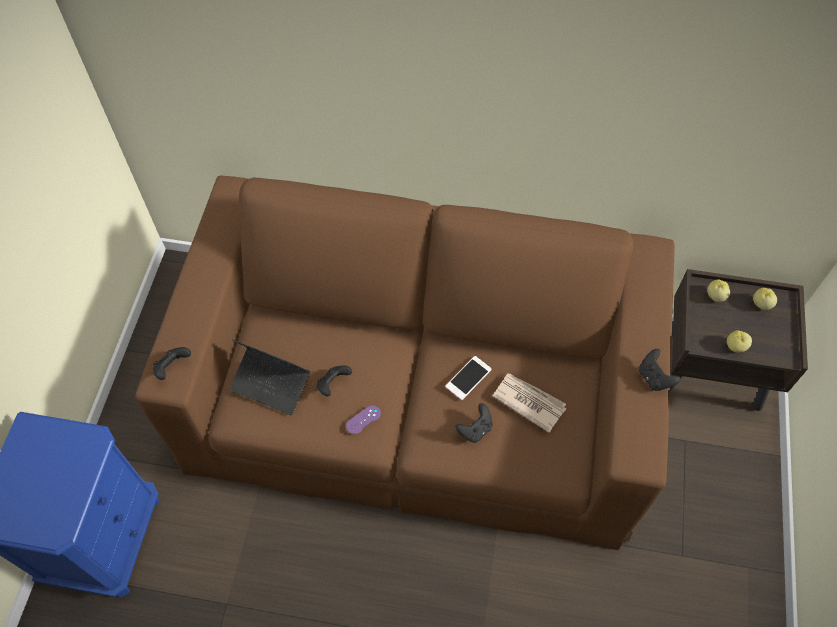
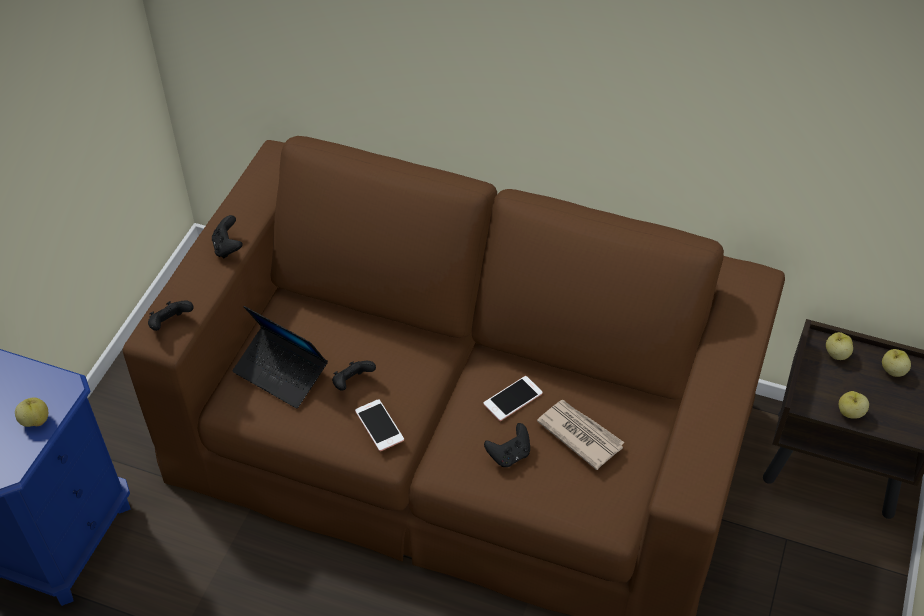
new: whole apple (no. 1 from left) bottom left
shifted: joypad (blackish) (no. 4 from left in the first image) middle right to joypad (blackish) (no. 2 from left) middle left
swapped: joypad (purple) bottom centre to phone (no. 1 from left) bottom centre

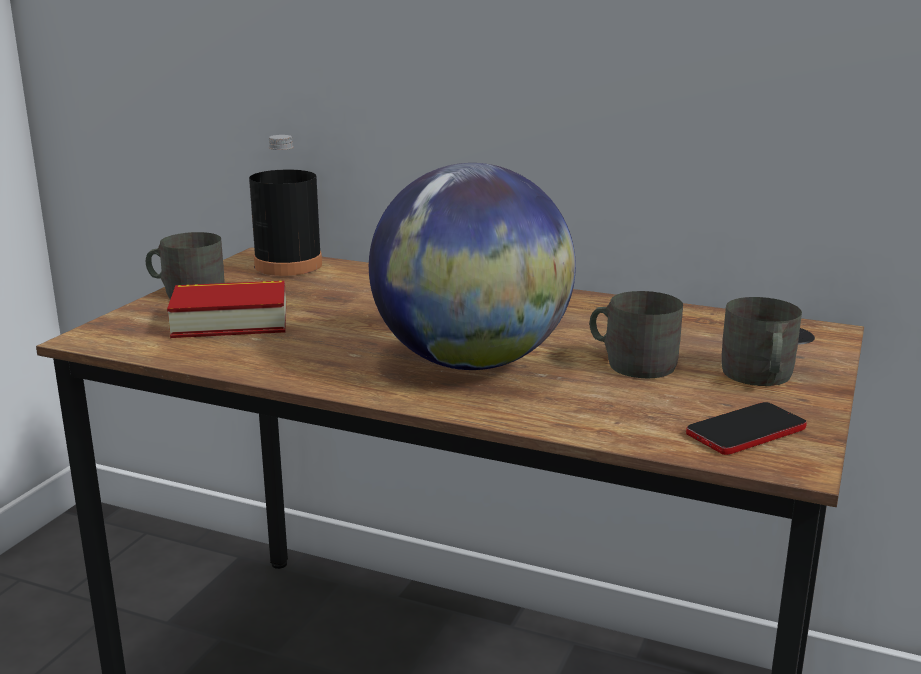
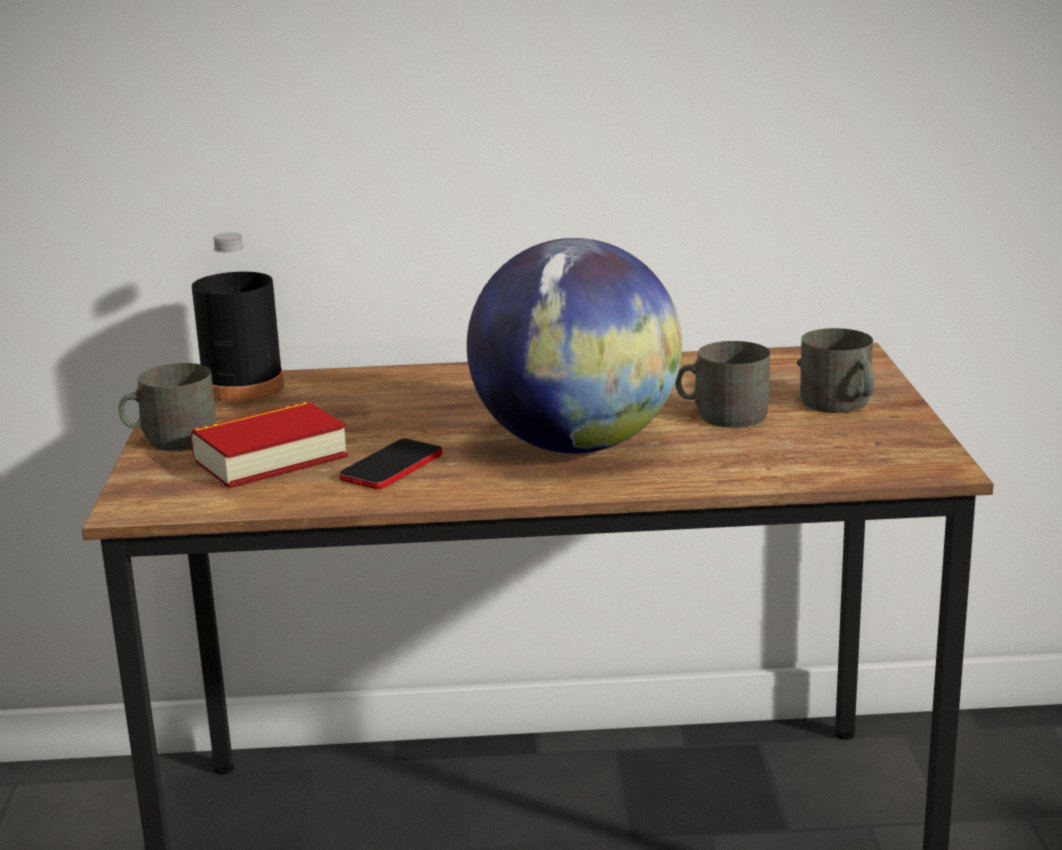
shifted: phone middle right to centre

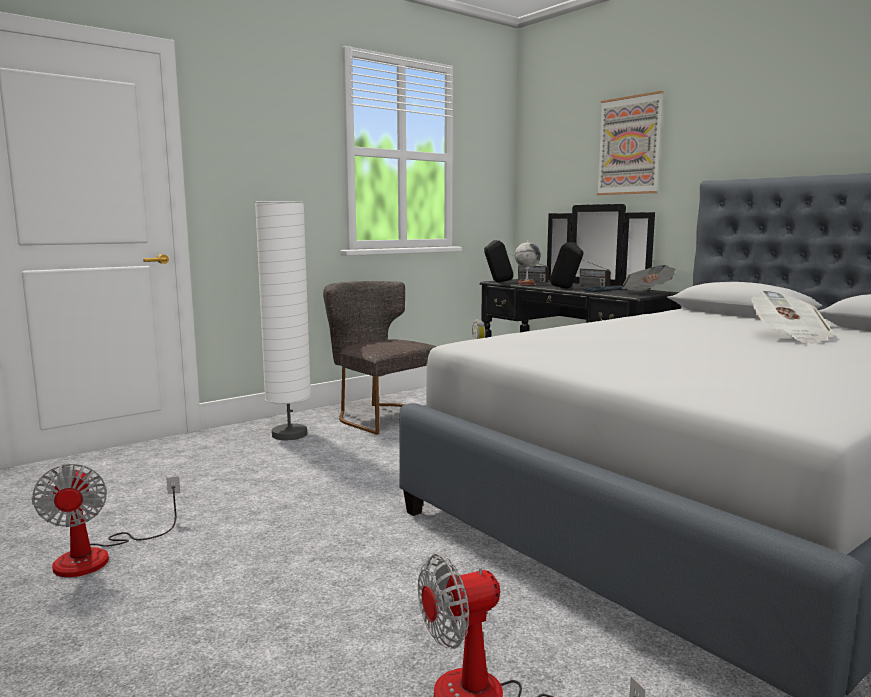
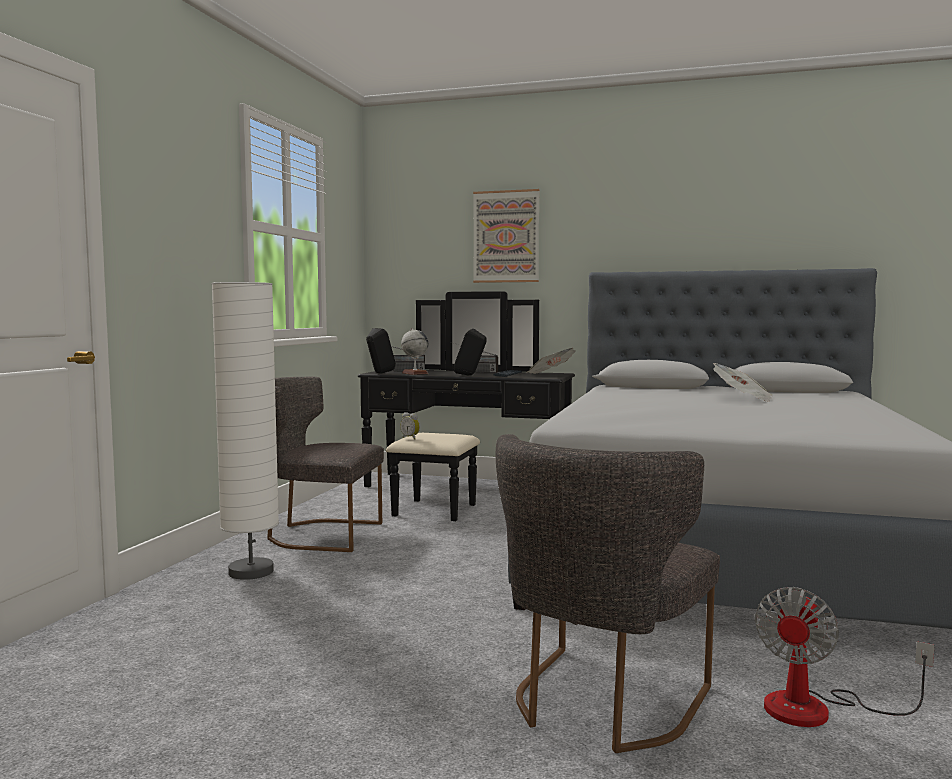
gone: electric fan (no. 1 from left) bottom left
new: plain chair (greyish) (no. 2 from left) bottom centre

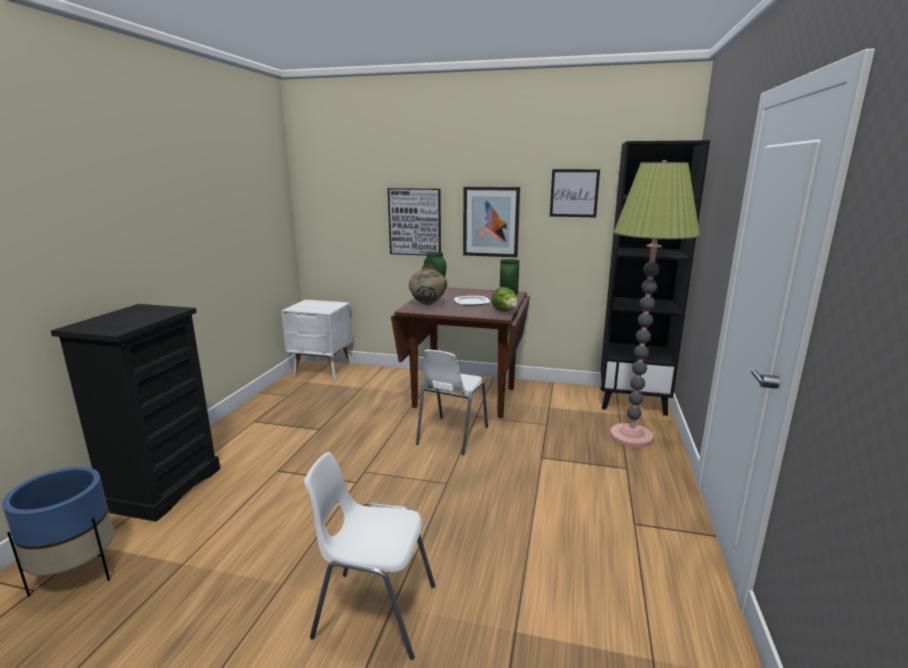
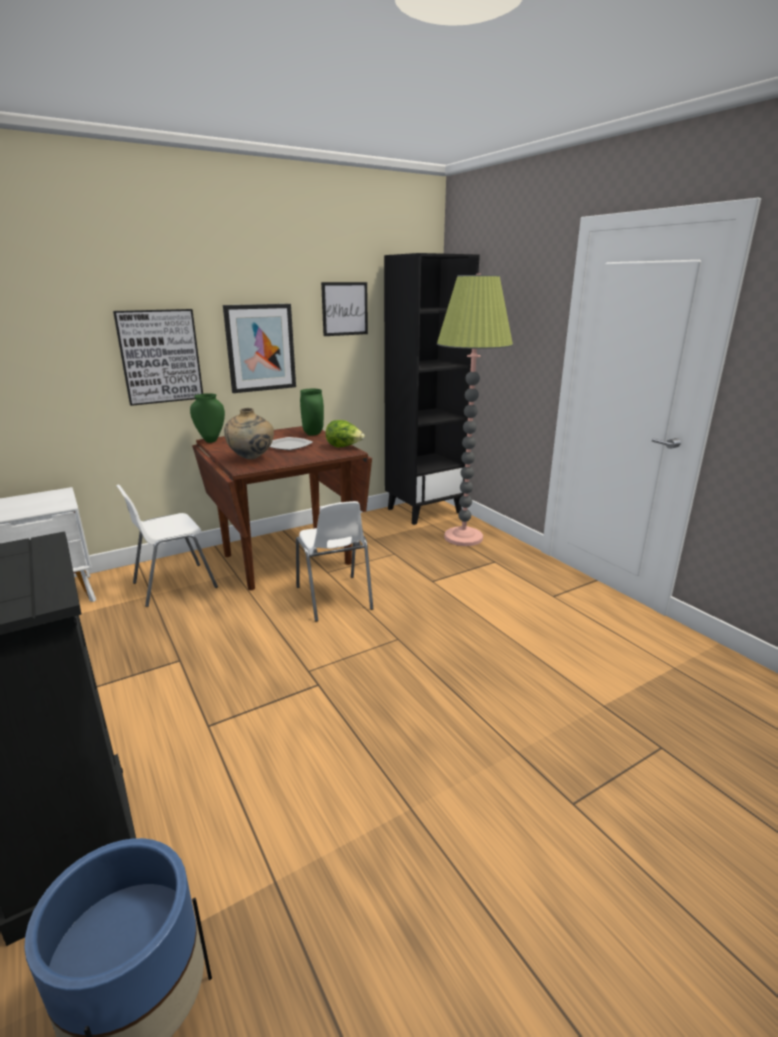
shifted: plain chair (white) (no. 1 from left) bottom centre to middle left

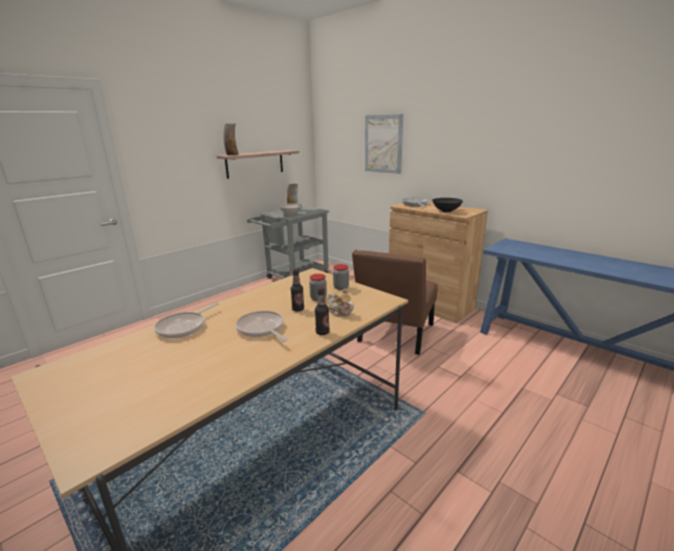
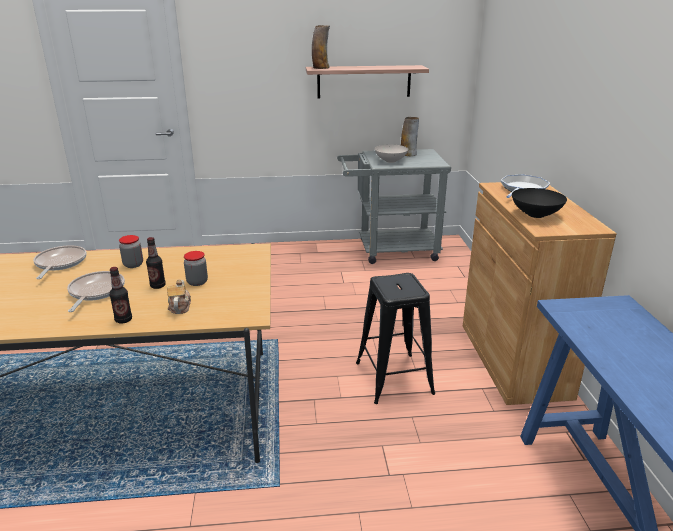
gone: wall picture top centre
shifted: storage jar (no. 2 from left in the first image) centre to storage jar (no. 1 from left) middle left
swapped: plain chair (brown-coloured) centre to stool seat (blackish) centre
rotated: frying pan (no. 1 from left) middle left = middle left 105 degrees clockwise

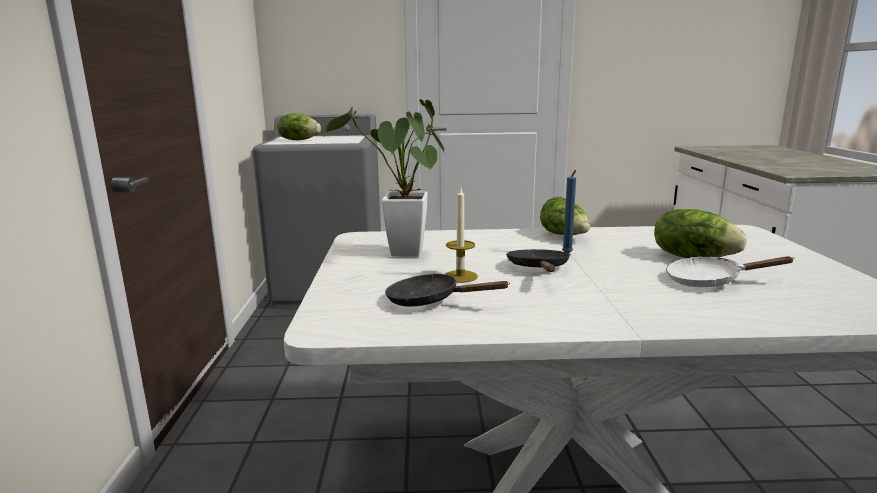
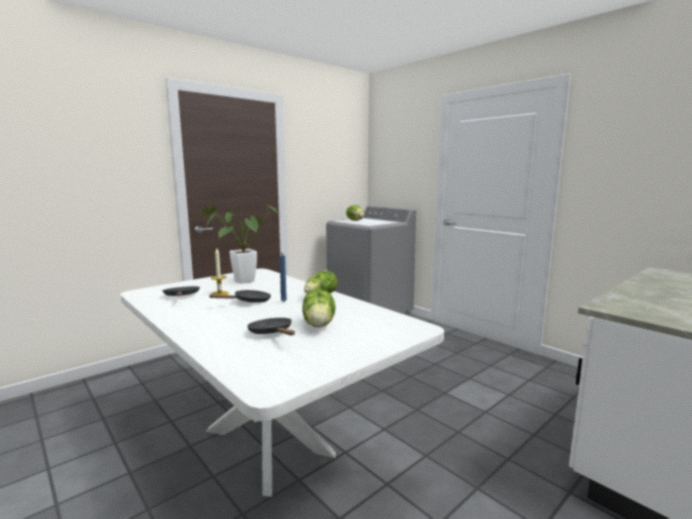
repainted: frying pan (white) middle right to frying pan (blackish) (no. 3 from left) centre

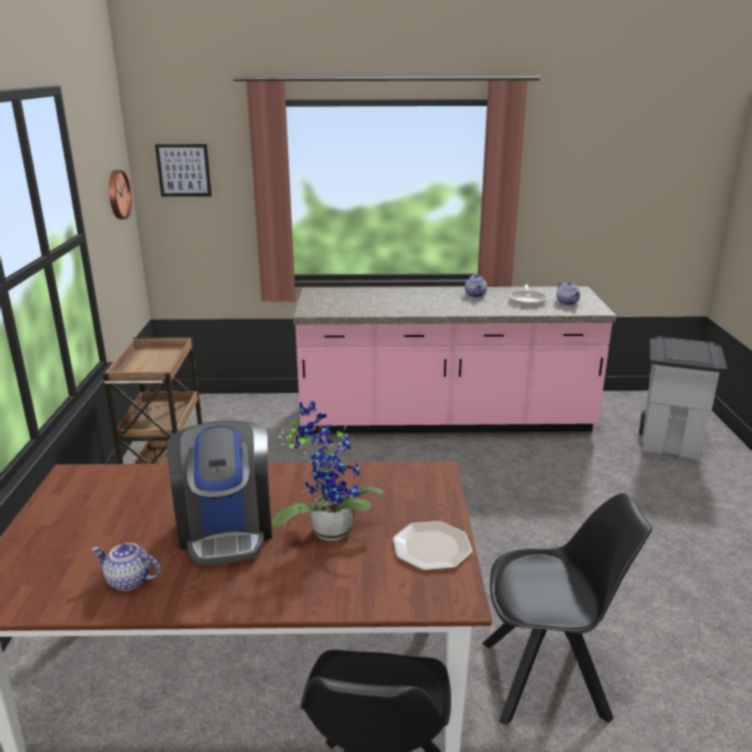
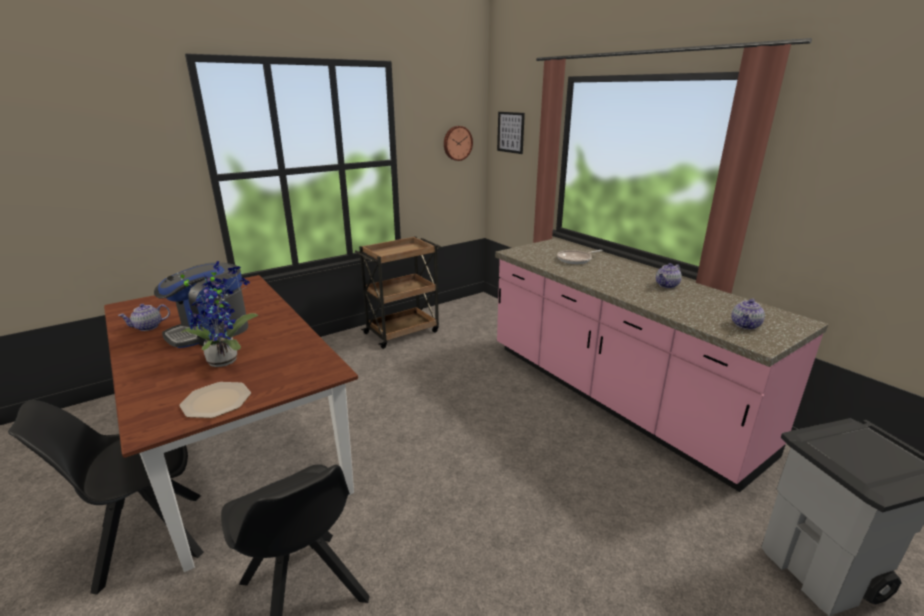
shifted: frying pan middle right to centre
rotated: teapot (no. 1 from left) bottom left = middle left 105 degrees counterclockwise

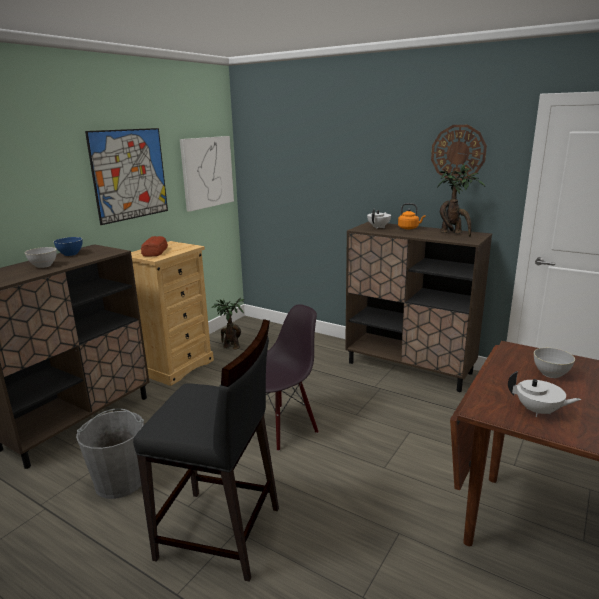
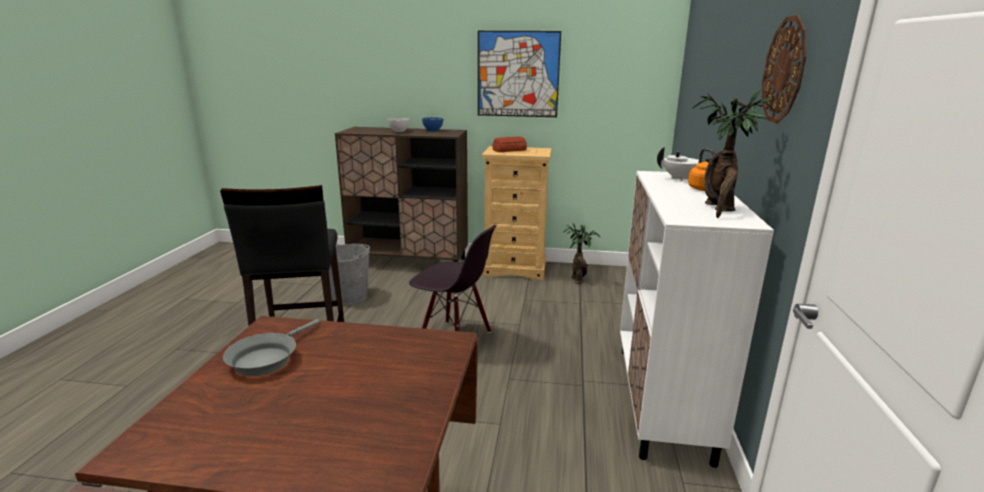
gone: wall picture (no. 2 from left) top centre; deep dish (greyish) (no. 2 from left) middle right
swapped: teapot (white) (no. 2 from left) middle right to frying pan (greyish) bottom left
repainted: cupboard (brown-coloured) (no. 2 from left) middle right to cupboard (white) middle right

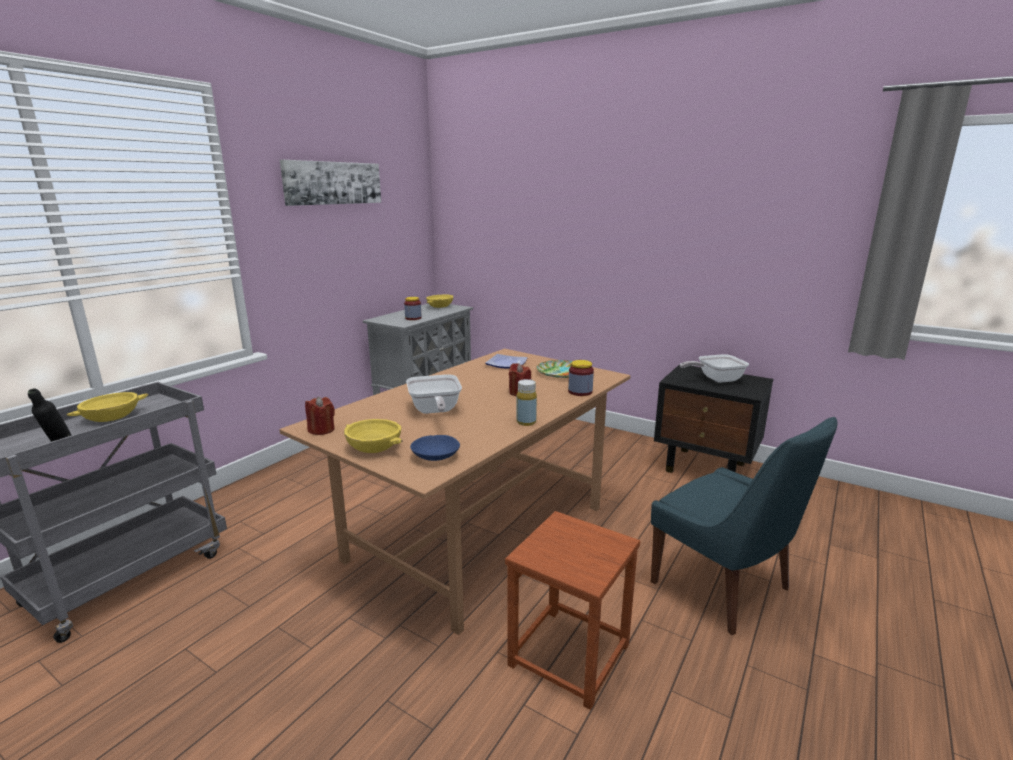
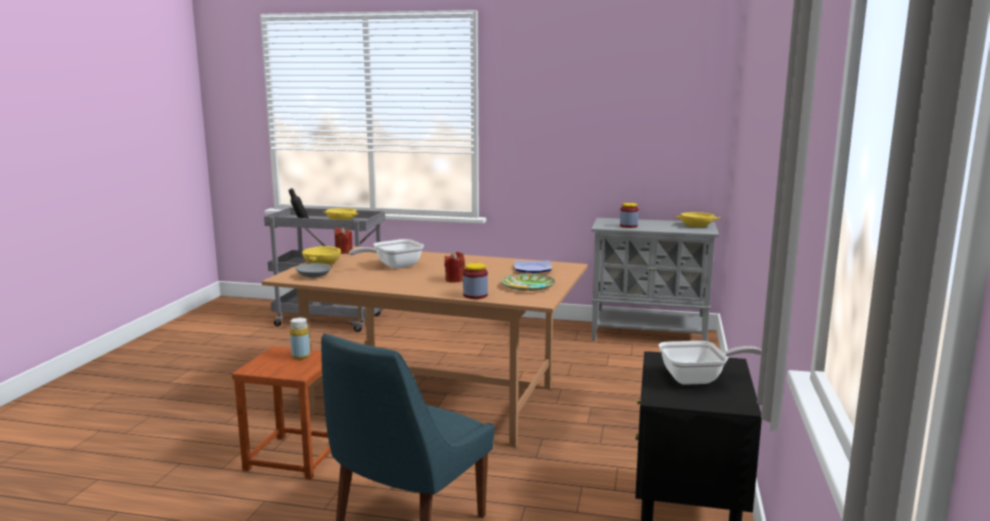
gone: wall picture top left
shifted: drink bottle (yellow) centre to middle left
repainted: deep dish (blue) centre to deep dish (greyish) middle left
rotated: frying pan (no. 2 from left) middle right = bottom right 120 degrees clockwise

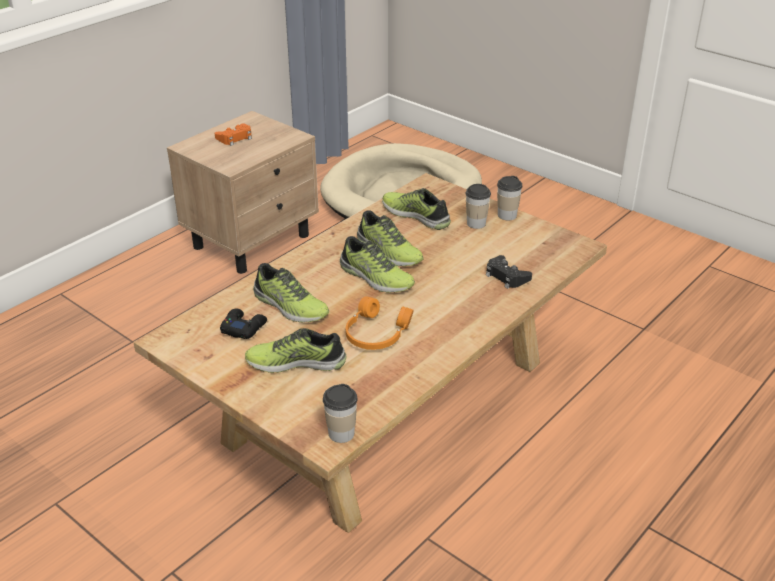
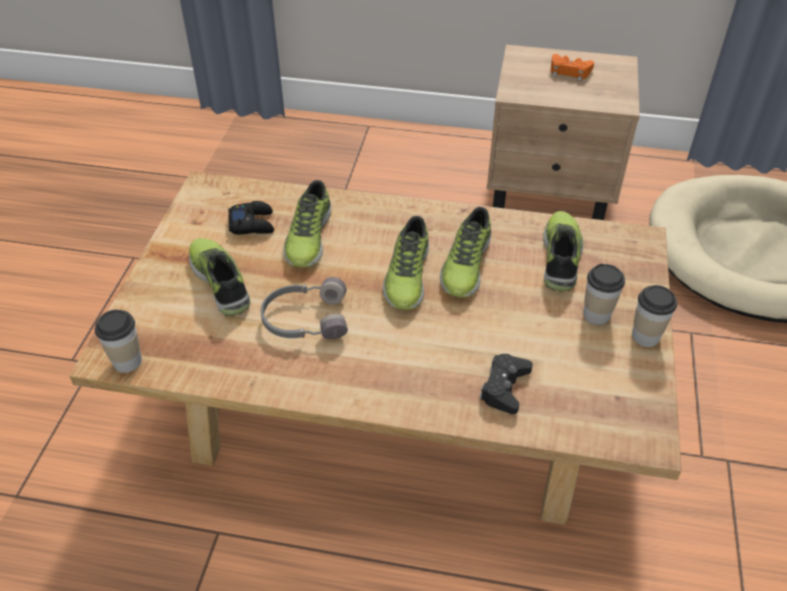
repainted: headset (orange-coloured) centre to headset (greyish) centre

